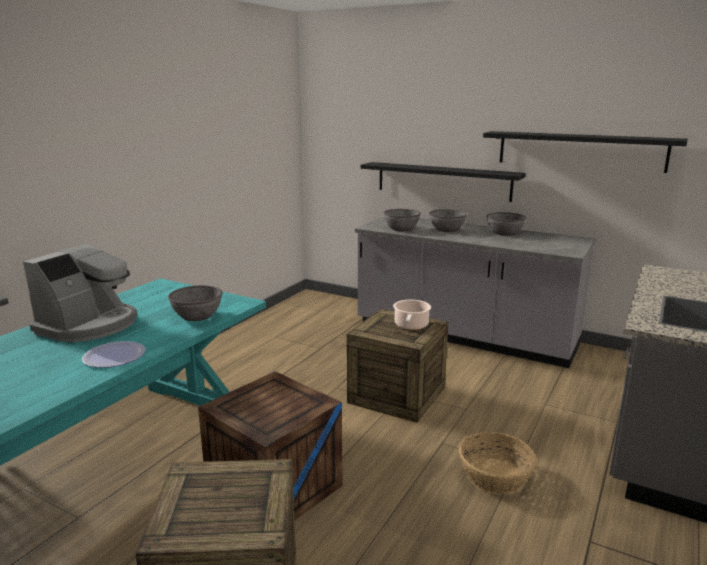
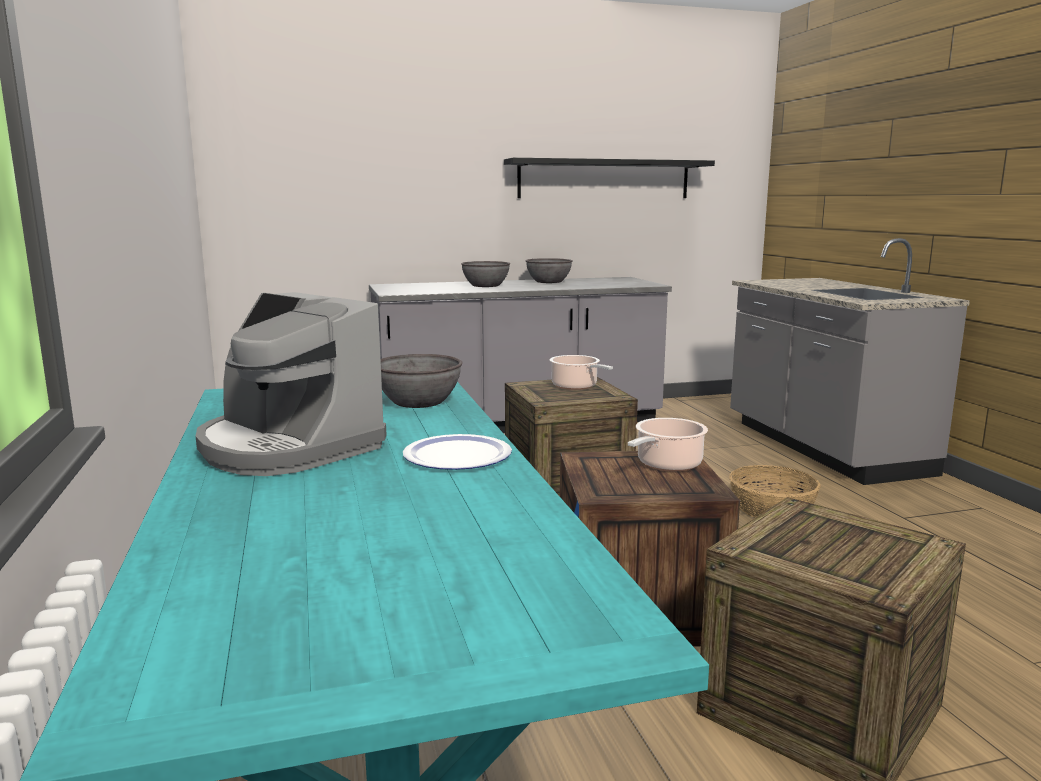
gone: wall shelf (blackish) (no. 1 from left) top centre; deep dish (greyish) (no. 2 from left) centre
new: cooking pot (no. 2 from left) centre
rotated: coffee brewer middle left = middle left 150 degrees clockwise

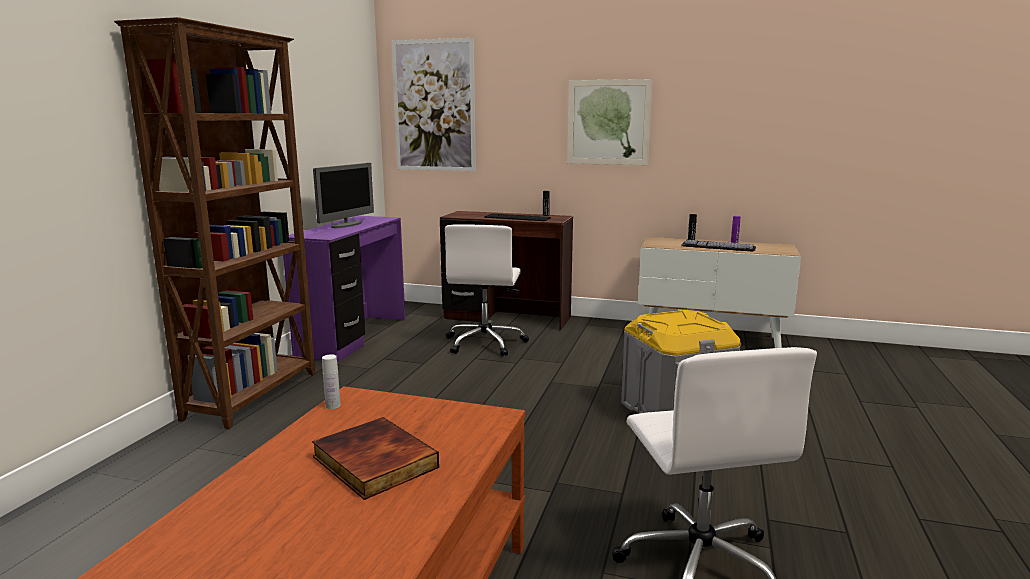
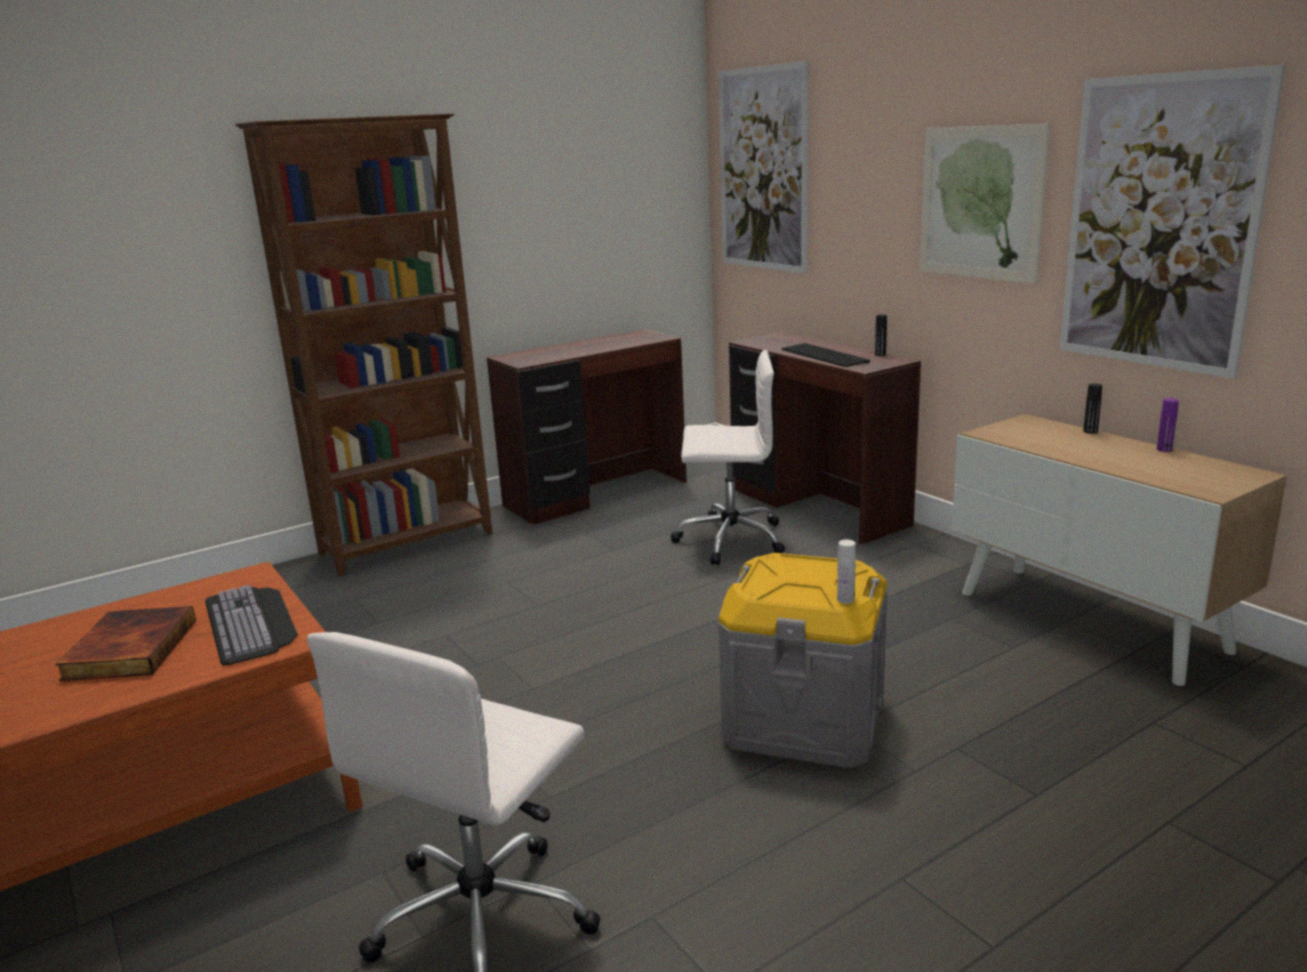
gone: monitor middle left
new: wall picture (no. 3 from left) top right
shifted: computer keyboard (no. 2 from left in the first image) middle right to computer keyboard (no. 1 from left) middle left; drink bottle (white) middle left to centre
repainted: desk unit (purple) centre to desk unit (brown-coloured) (no. 1 from left) centre
rotated: office chair (white) (no. 1 from left in the first image) centre = centre 135 degrees counterclockwise

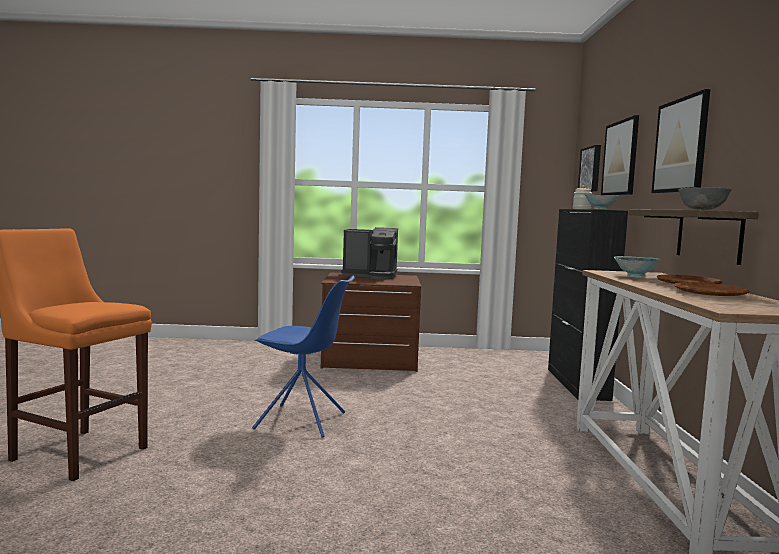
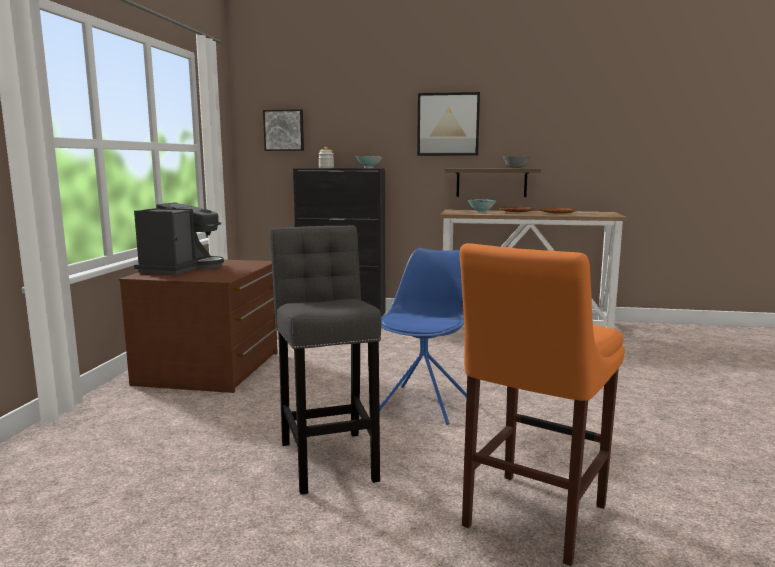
gone: wall picture (no. 2 from left) top right
new: stool seat (greyish) centre

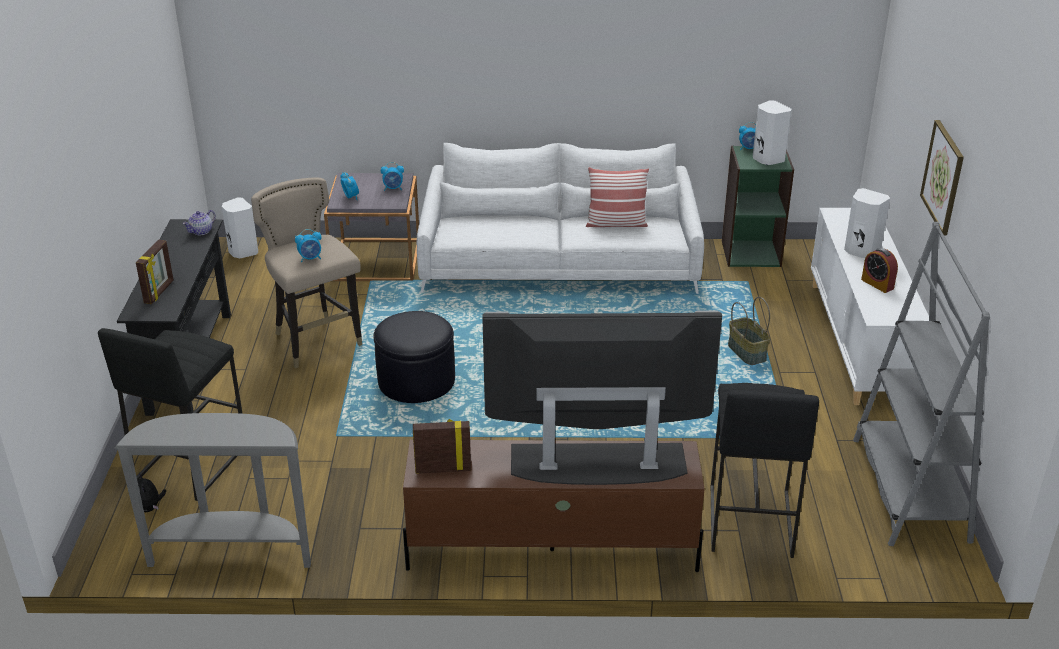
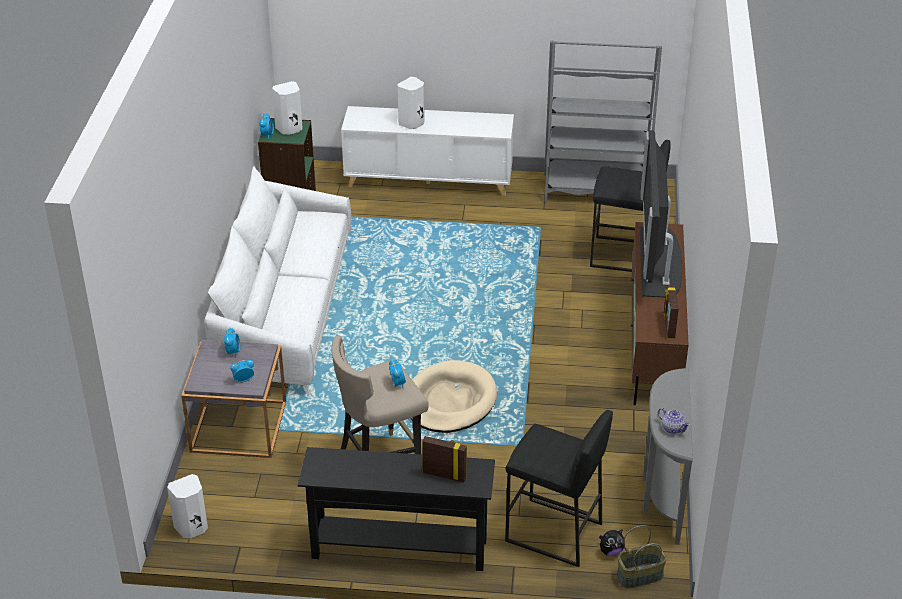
gone: throw pillow top centre; alarm clock (no. 5 from left) middle right; wall picture top right
shifted: household basket middle right to bottom right; teapot middle left to bottom right
swapped: ottoman (blackish) centre to dog cushion (beige) centre

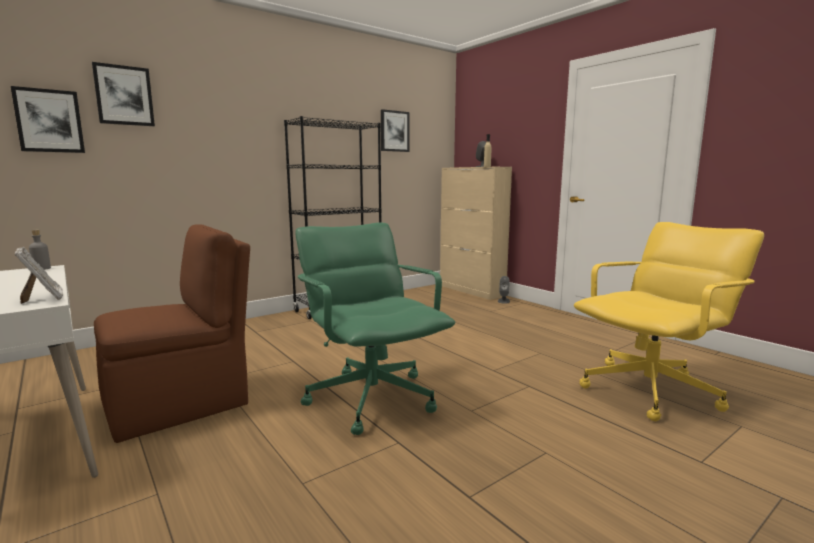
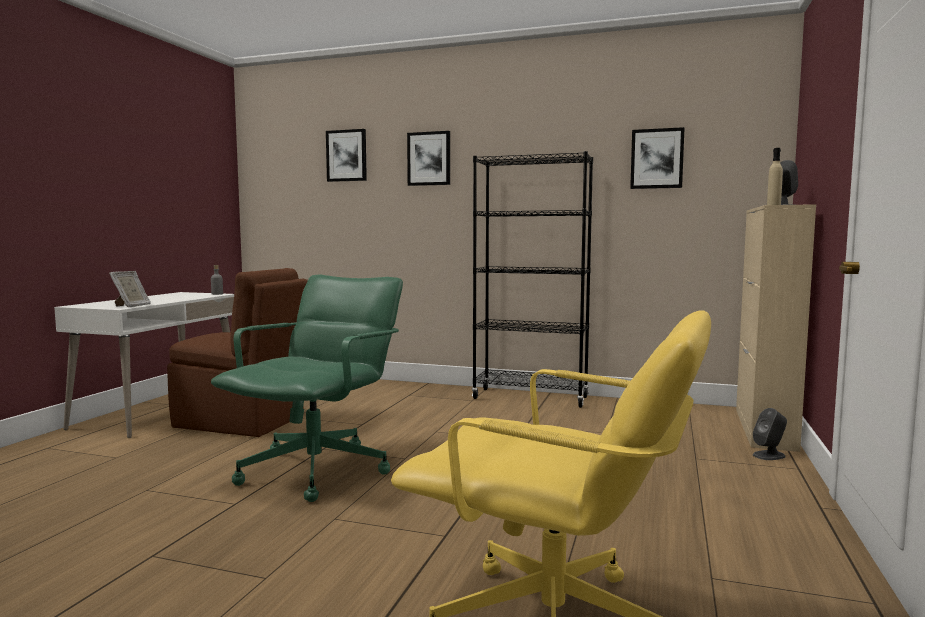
shifted: wall picture (no. 1 from left in the first image) top left to wall picture (no. 2 from left) top centre

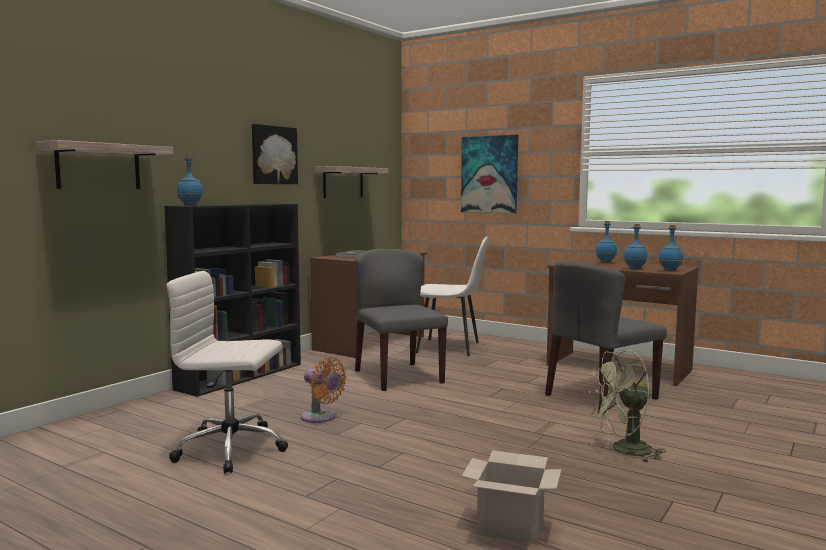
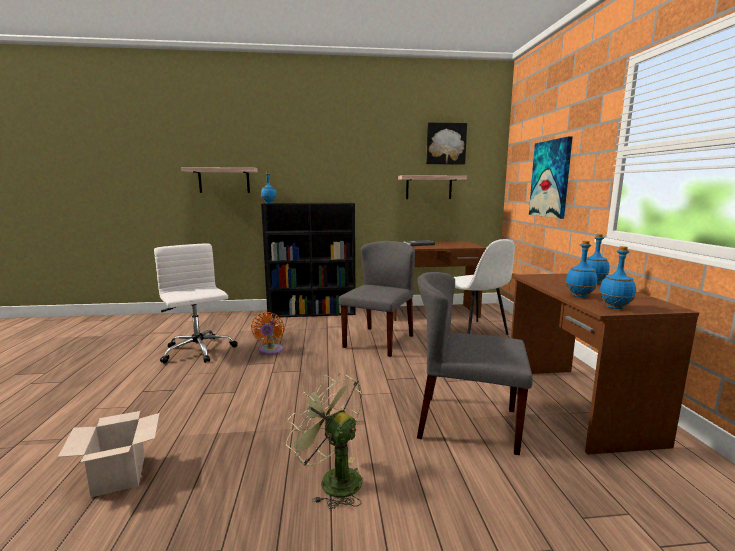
shifted: wall picture (no. 1 from left) top left to top centre

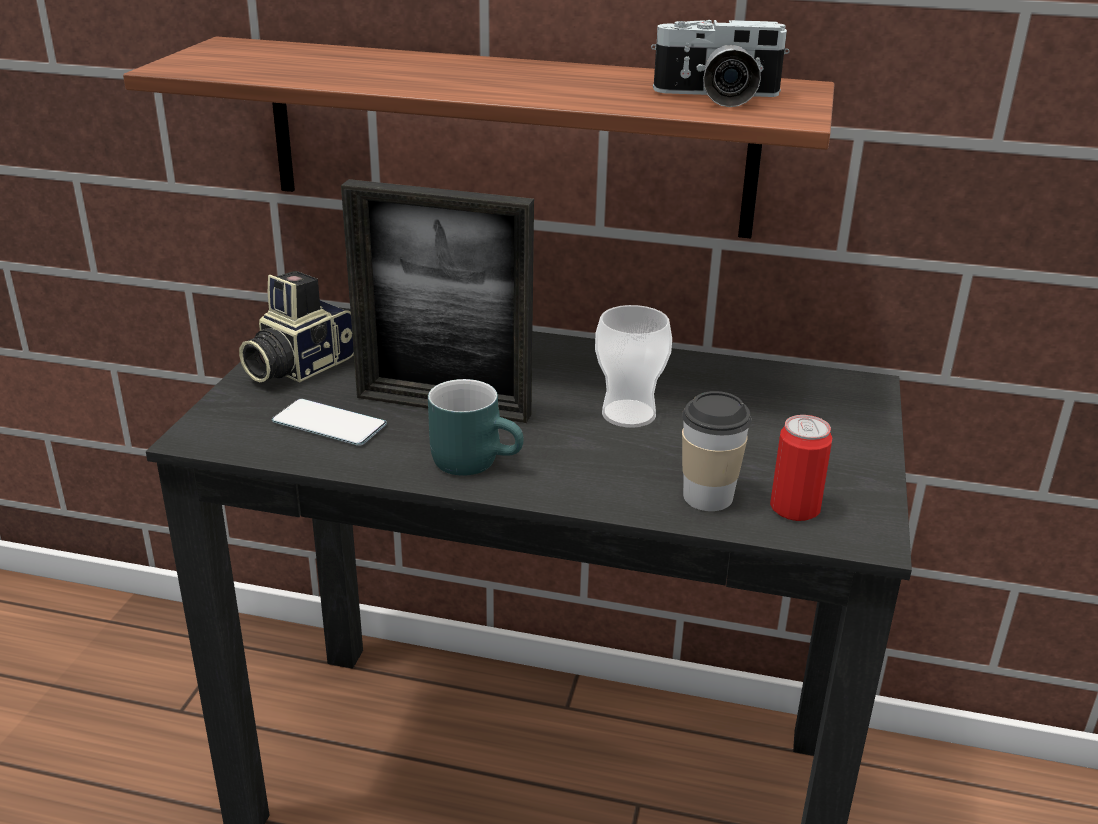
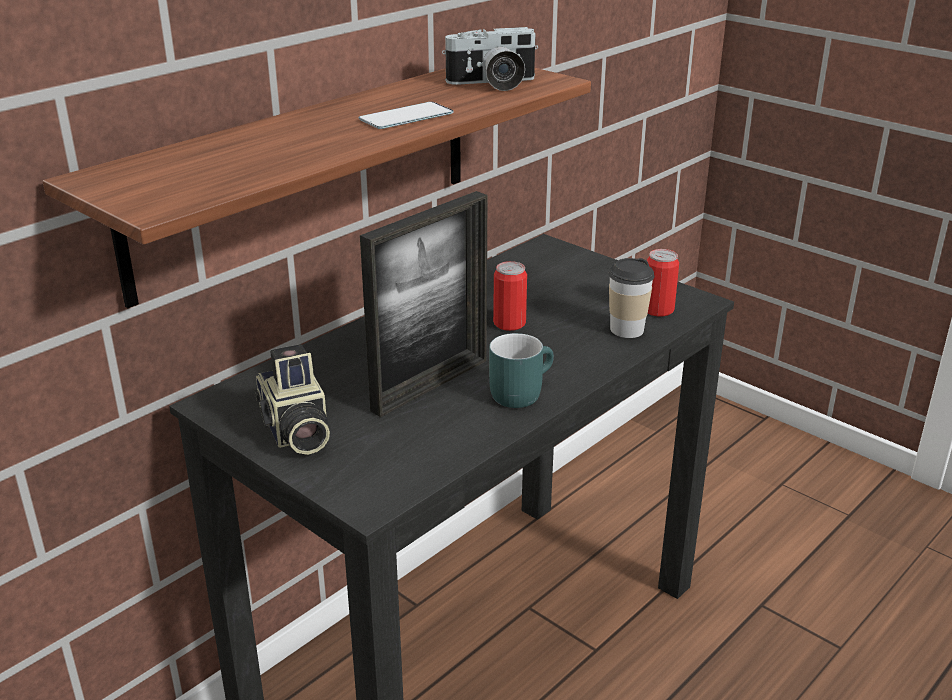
shifted: phone middle left to top centre
swapped: cup (no. 1 from left) centre to metal can (no. 1 from left) centre
rotated: still camera (no. 2 from left) top centre = top centre 45 degrees clockwise

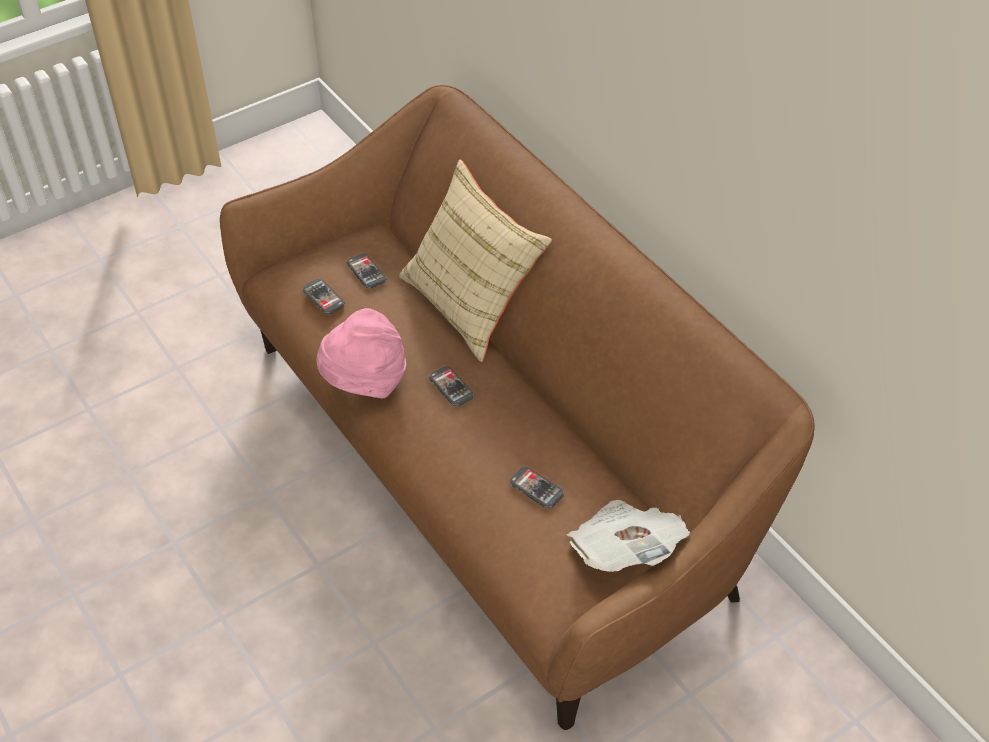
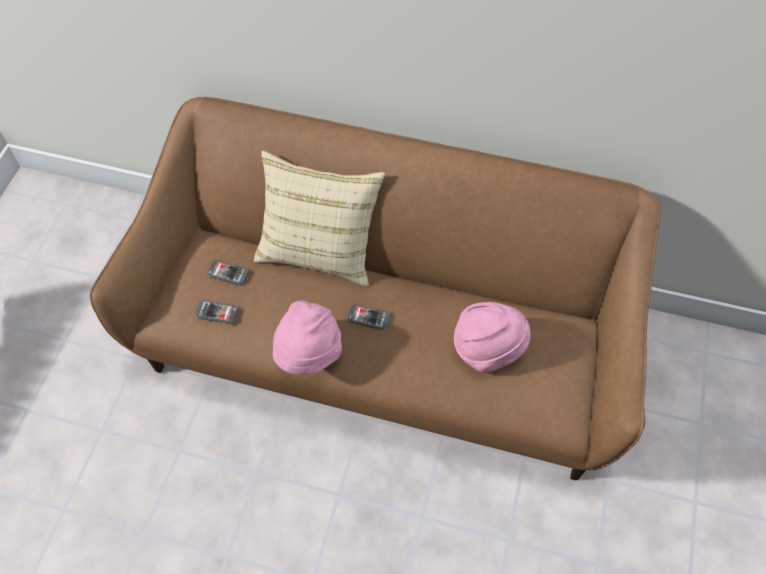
gone: daily paper bottom centre
swapped: phone (no. 4 from left) centre to clothing hat (pink) (no. 2 from left) centre

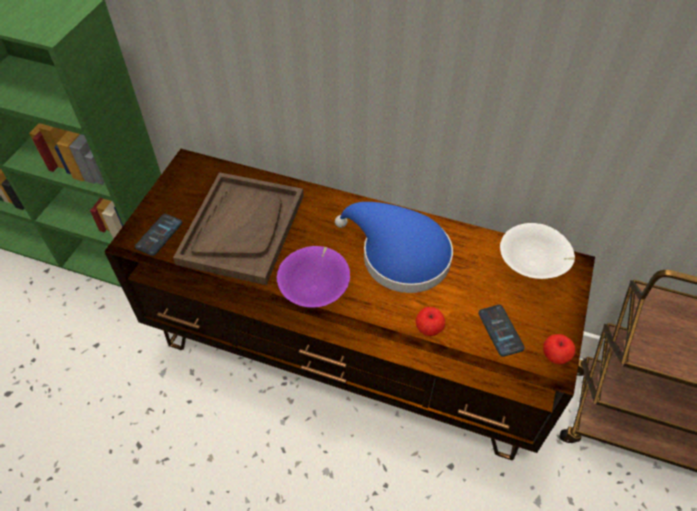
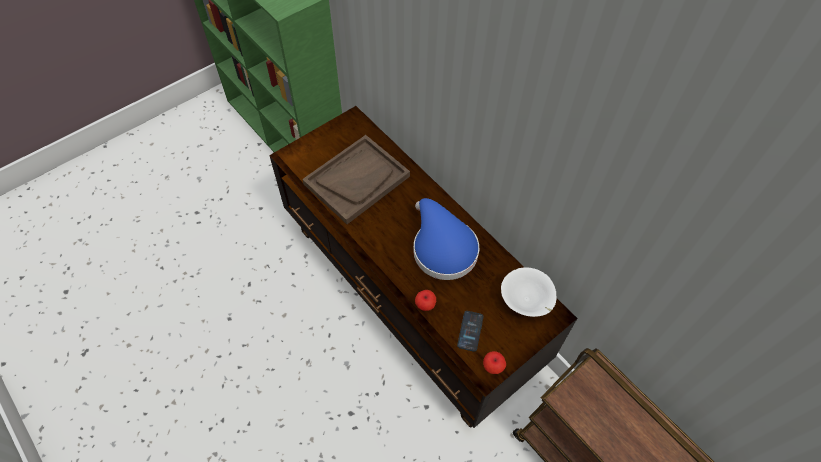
gone: phone (no. 1 from left) middle left; deep dish (purple) centre

